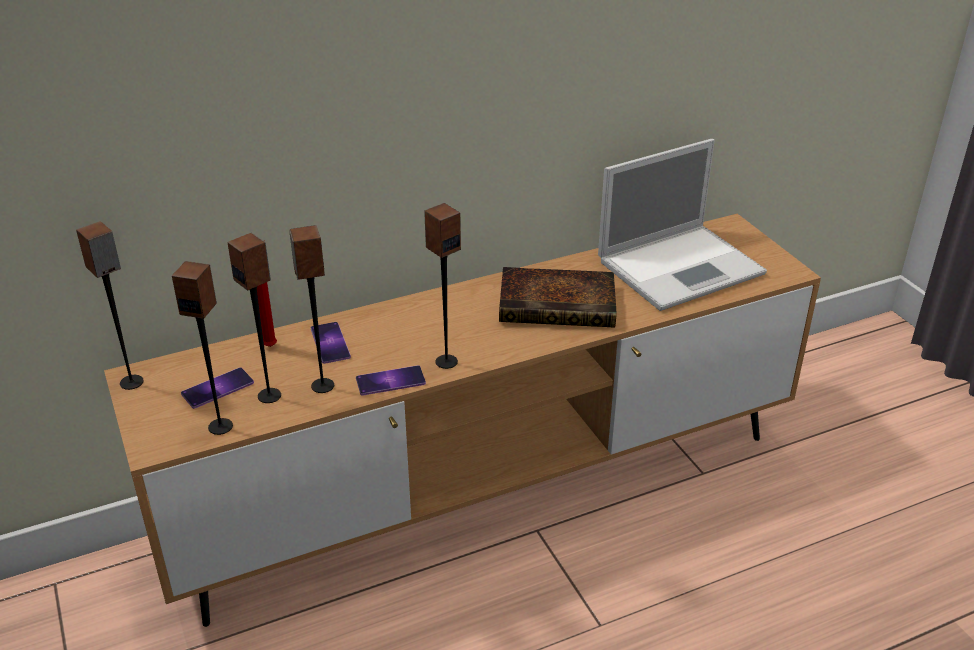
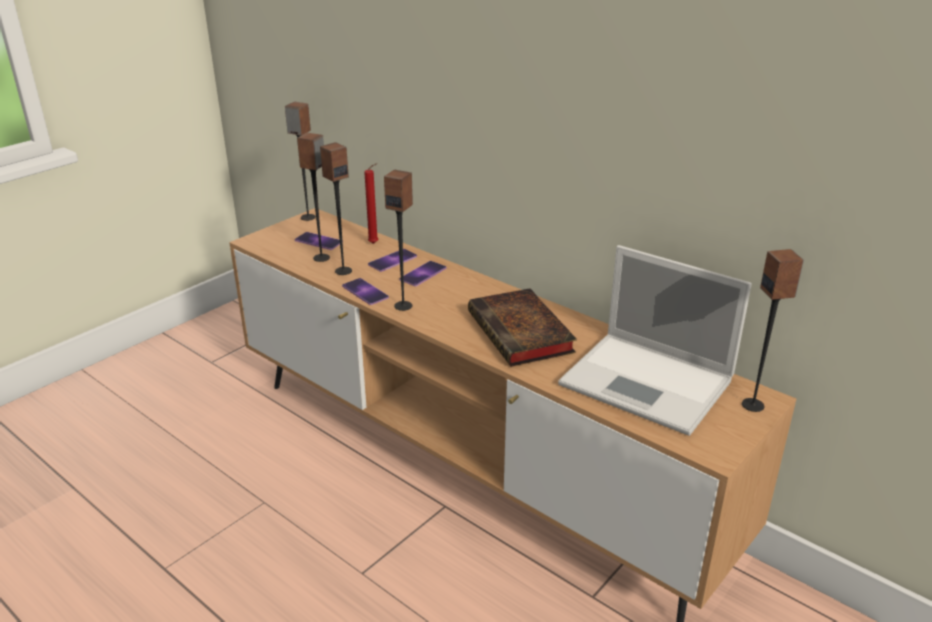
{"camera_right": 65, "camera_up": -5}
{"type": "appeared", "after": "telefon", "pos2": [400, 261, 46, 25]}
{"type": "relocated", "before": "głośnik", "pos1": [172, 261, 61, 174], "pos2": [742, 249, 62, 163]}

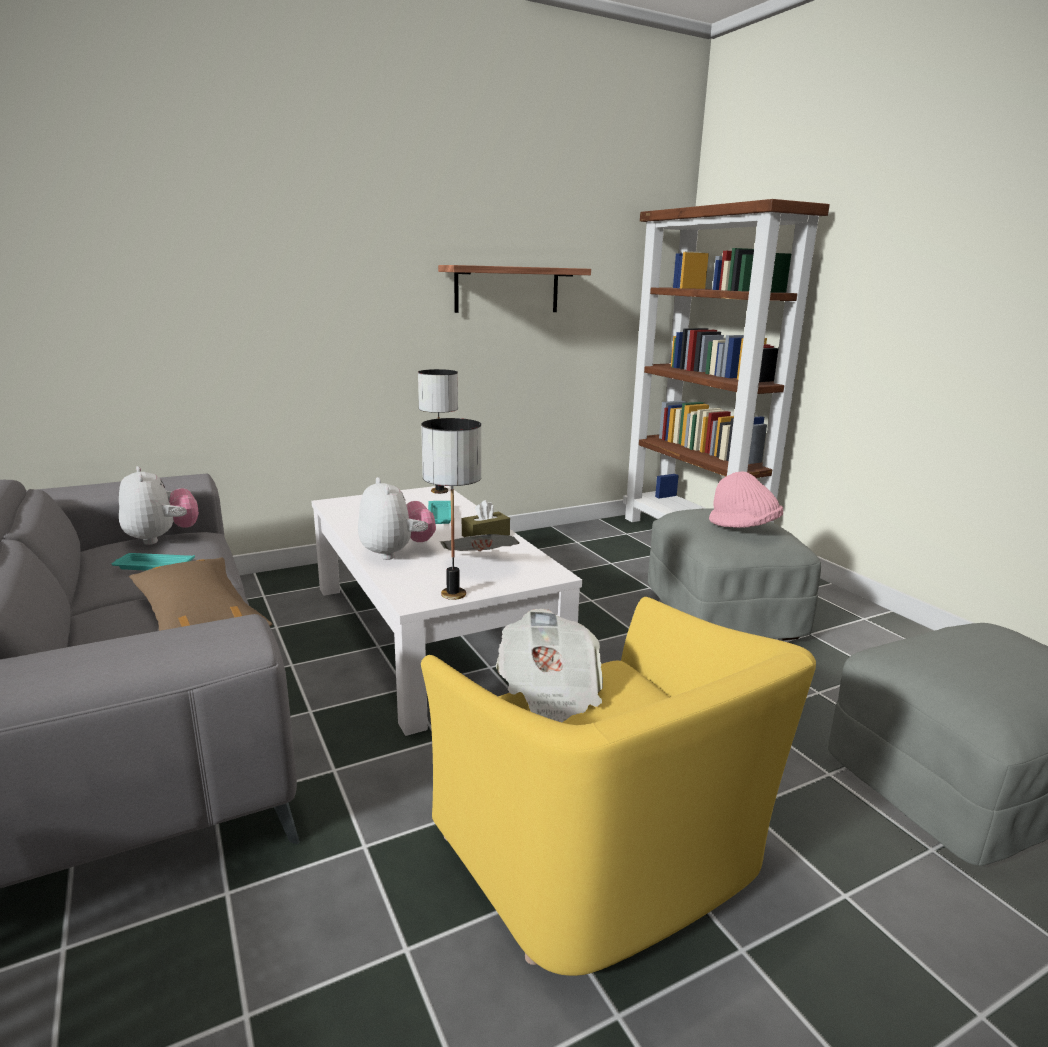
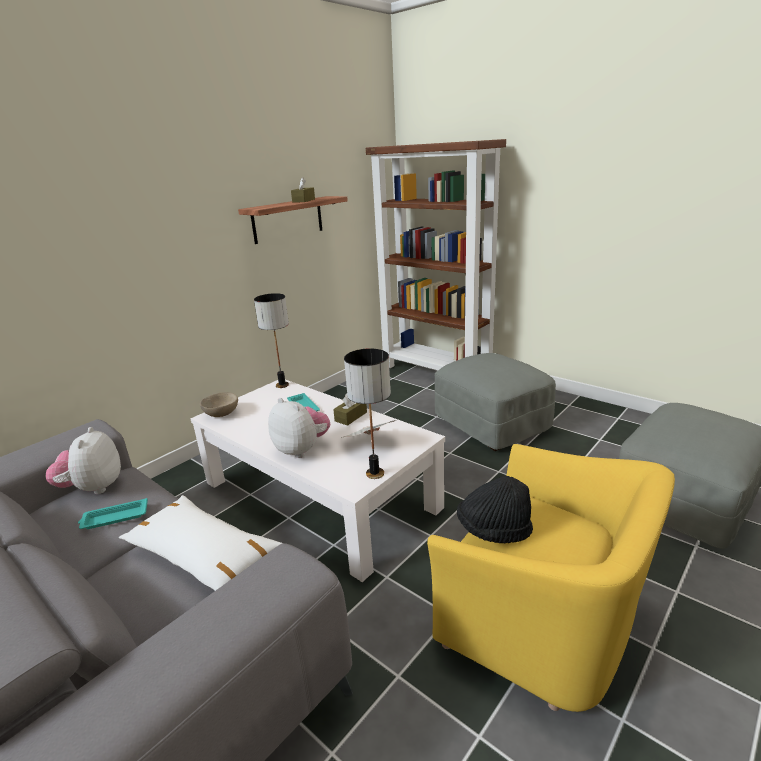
{"camera_right": -20, "camera_up": 5}
{"type": "spun", "before": "pluszak", "pos1": [119, 466, 80, 79], "pos2": [46, 427, 75, 67], "turn": -135}
{"type": "colour", "before": "poduszka (brązowy)", "after": "poduszka (biały)", "pos1": [129, 557, 144, 74], "pos2": [119, 495, 163, 96]}
{"type": "appeared", "after": "miska (beżowy)", "pos2": [200, 392, 38, 25]}
{"type": "appeared", "after": "pudełko chusteczek (brązowy)", "pos2": [291, 177, 24, 26]}
{"type": "exchanged", "before": "gazeta", "after": "kapelusz (czarny)", "pos1": [496, 609, 107, 113], "pos2": [457, 476, 76, 67]}
{"type": "missing", "before": "kapelusz (różowy)", "pos1": [709, 471, 74, 57]}

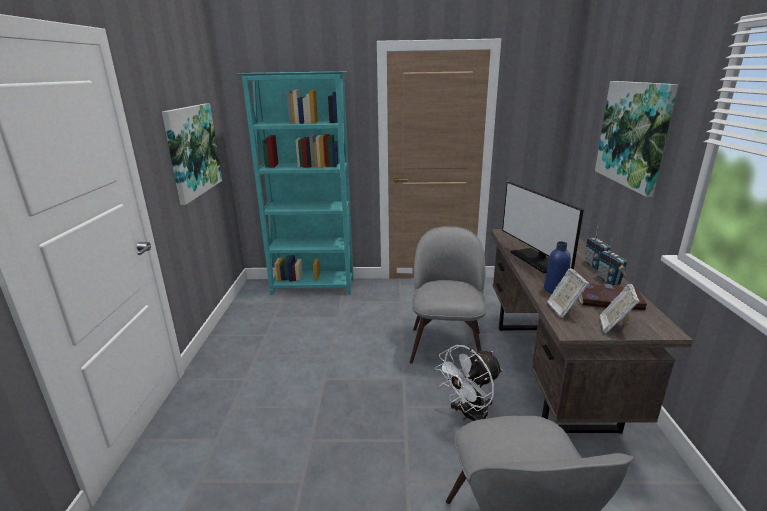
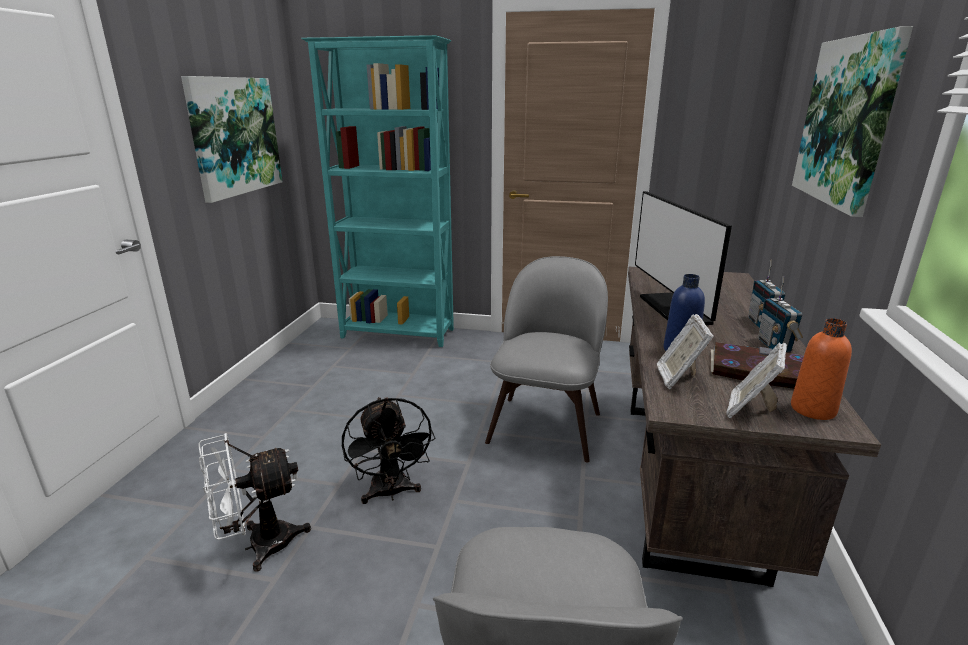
{"camera_right": 10, "camera_up": 0}
{"type": "relocated", "before": "wentylator (biały)", "pos1": [435, 345, 68, 76], "pos2": [199, 433, 112, 139]}
{"type": "appeared", "after": "wentylator (czarny)", "pos2": [342, 397, 93, 107]}
{"type": "appeared", "after": "butelka (pomarańczowy)", "pos2": [791, 318, 61, 102]}

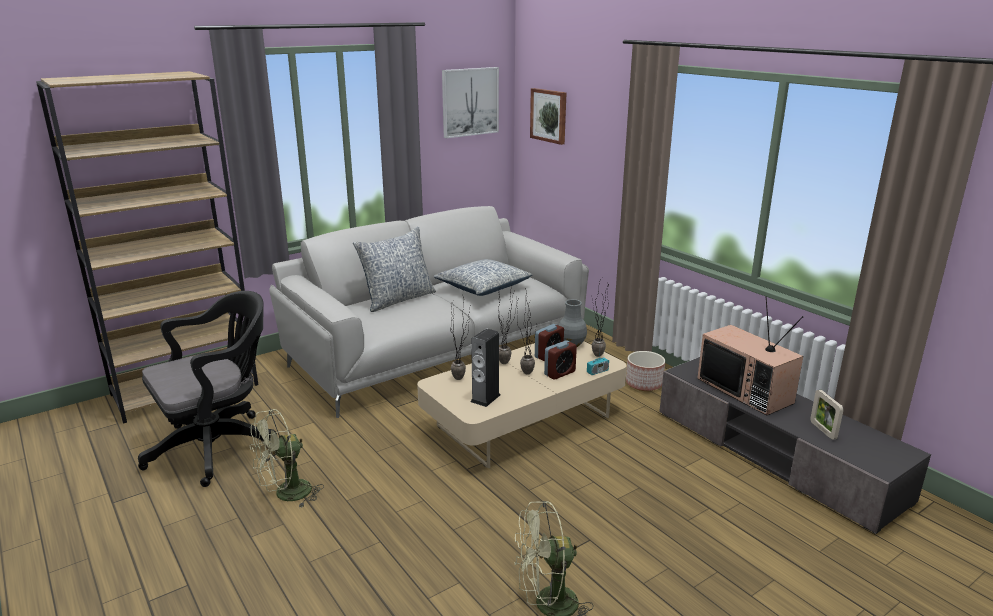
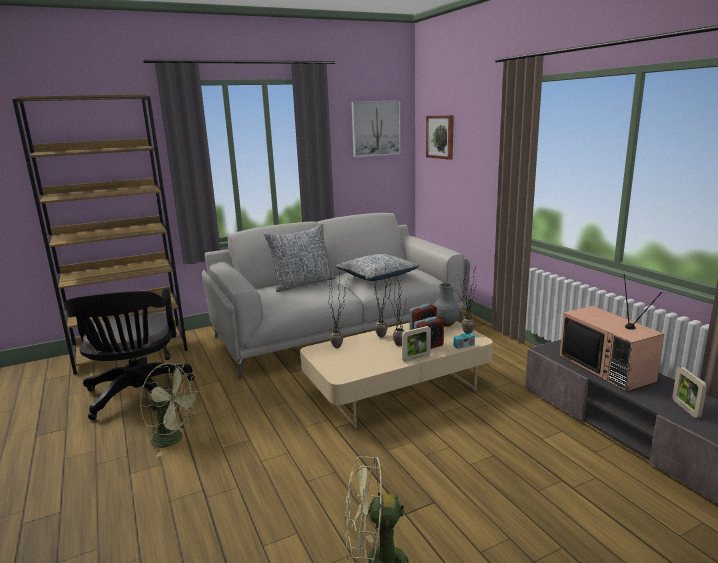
{"camera_right": 10, "camera_up": -5}
{"type": "spun", "before": "krzesło biurowe (czarny)", "pos1": [138, 291, 139, 196], "pos2": [65, 288, 129, 132], "turn": 105}
{"type": "spun", "before": "wentylator (zielony)", "pos1": [250, 409, 74, 99], "pos2": [140, 363, 61, 94], "turn": -135}
{"type": "appeared", "after": "ramka na zdjęcie", "pos2": [402, 326, 29, 36]}
{"type": "missing", "before": "głośnik", "pos1": [471, 329, 29, 78]}
{"type": "missing", "before": "donica", "pos1": [626, 351, 39, 40]}

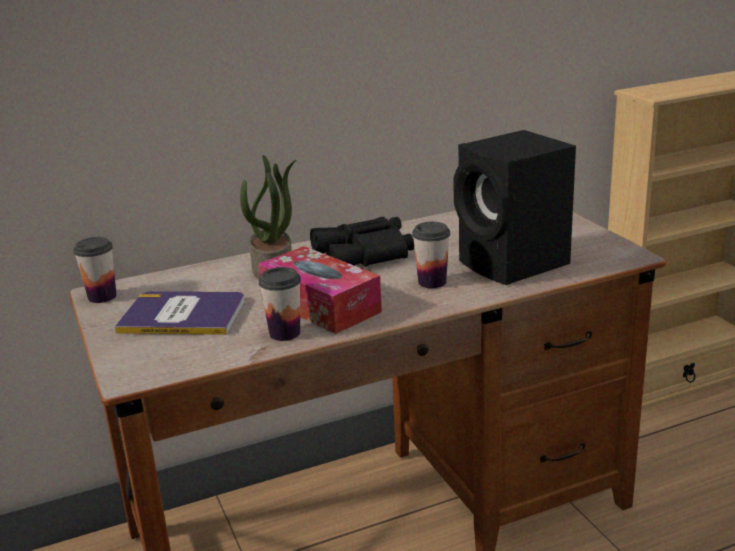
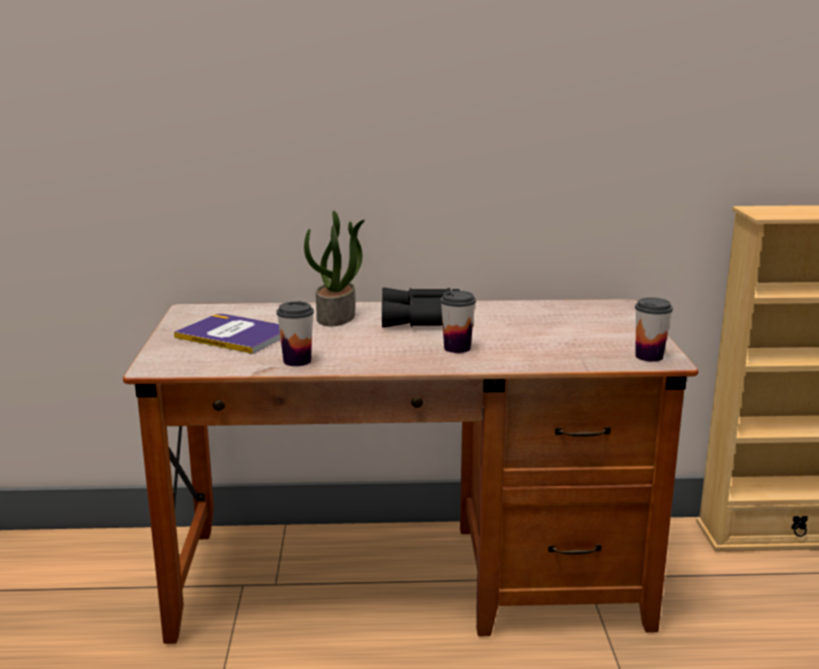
{"camera_right": 20, "camera_up": -5}
{"type": "relocated", "before": "filiżanka", "pos1": [73, 237, 44, 66], "pos2": [635, 298, 38, 64]}
{"type": "missing", "before": "pudełko chusteczek", "pos1": [258, 246, 124, 88]}
{"type": "missing", "before": "głośnik (czarny)", "pos1": [453, 130, 123, 155]}

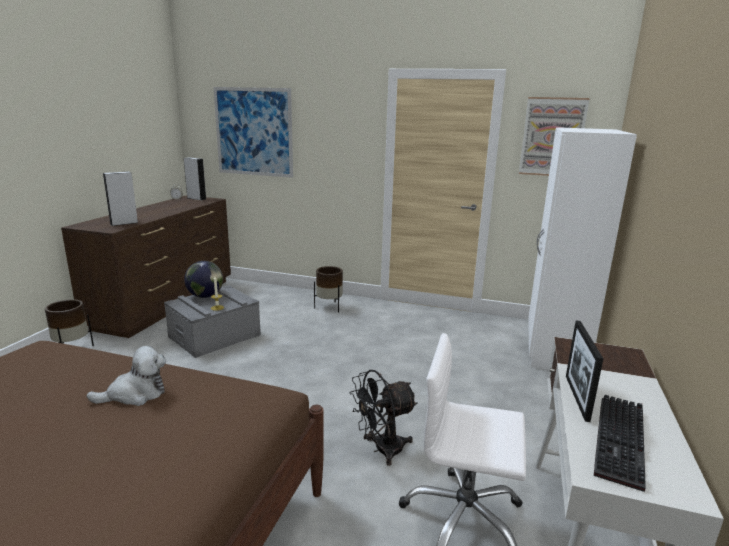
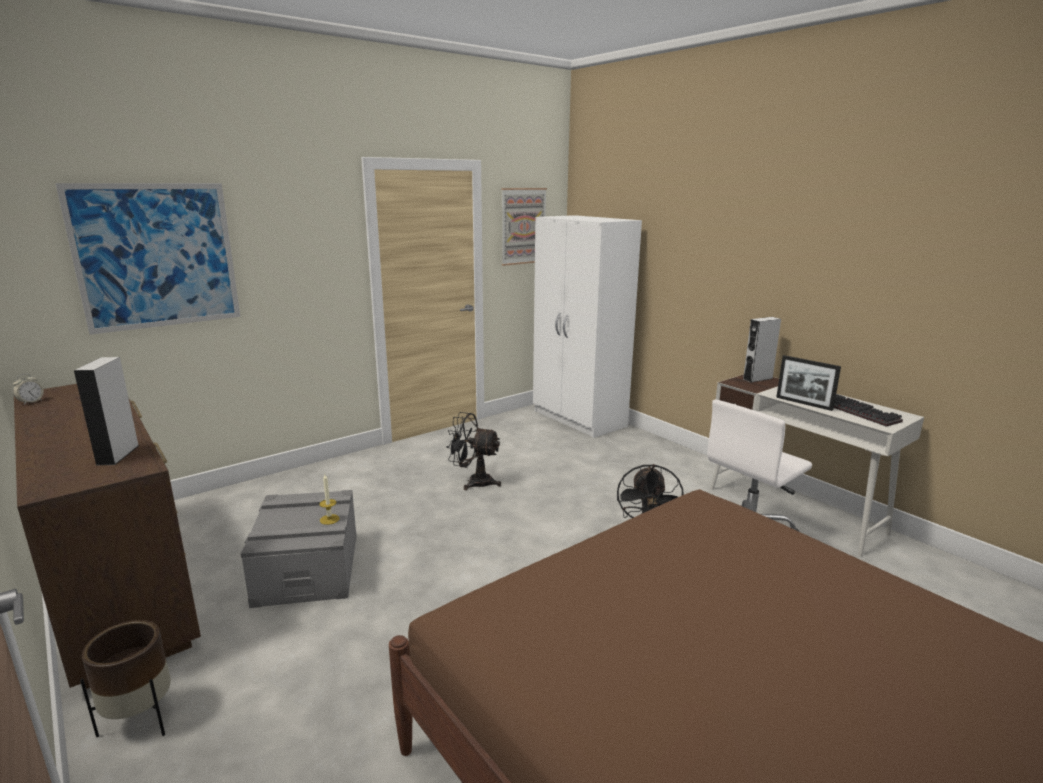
{"camera_right": -55, "camera_up": 0}
{"type": "appeared", "after": "wentylator (czarny)", "pos2": [447, 412, 54, 78]}
{"type": "relocated", "before": "głośnik (szary)", "pos1": [184, 157, 22, 43], "pos2": [743, 317, 38, 66]}
{"type": "missing", "before": "pluszak", "pos1": [86, 346, 80, 60]}
{"type": "missing", "before": "globus", "pos1": [184, 261, 39, 37]}
{"type": "missing", "before": "donica (brązowy)", "pos1": [314, 266, 29, 47]}

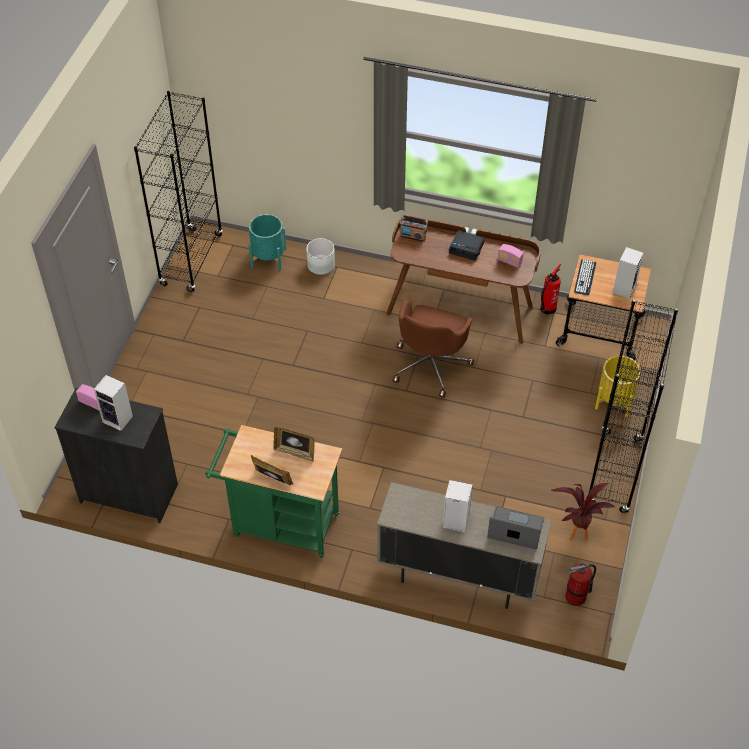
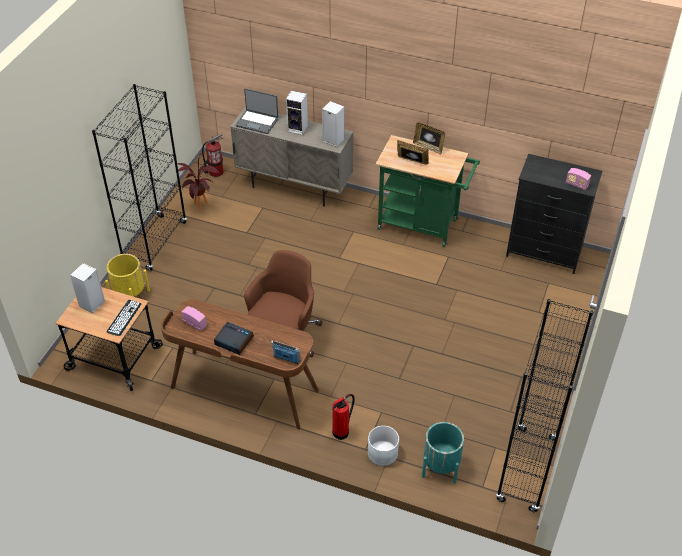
{"camera_right": -175, "camera_up": -5}
{"type": "relocated", "before": "głośnik", "pos1": [94, 375, 39, 56], "pos2": [322, 101, 23, 46]}
{"type": "relocated", "before": "gaśnica", "pos1": [541, 264, 20, 51], "pos2": [332, 394, 23, 46]}

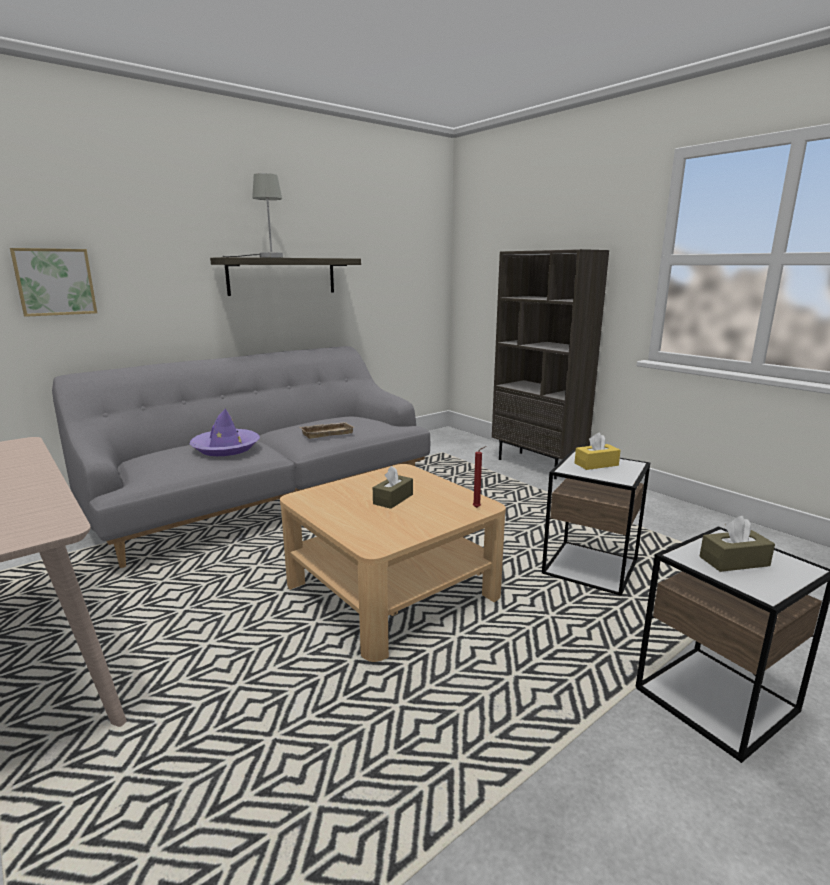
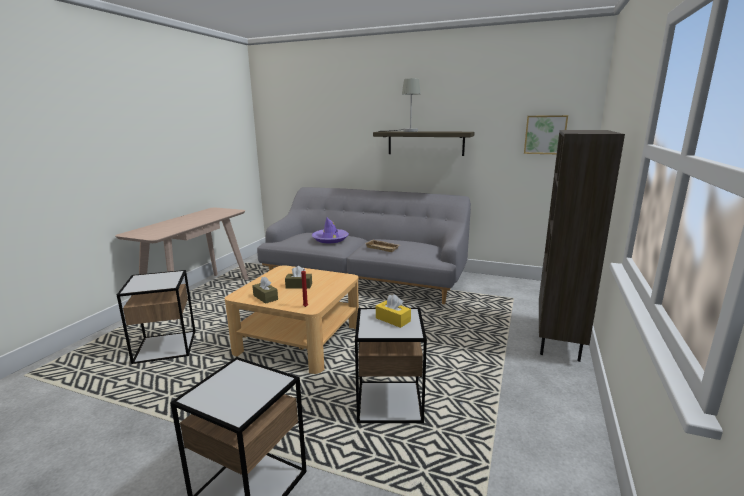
{"camera_right": 60, "camera_up": 0}
{"type": "appeared", "after": "stolik", "pos2": [117, 270, 78, 94]}
{"type": "relocated", "before": "pudełko chusteczek (brązowy)", "pos1": [699, 516, 76, 56], "pos2": [252, 276, 26, 28]}
{"type": "relocated", "before": "obraz", "pos1": [10, 248, 87, 69], "pos2": [524, 115, 44, 39]}

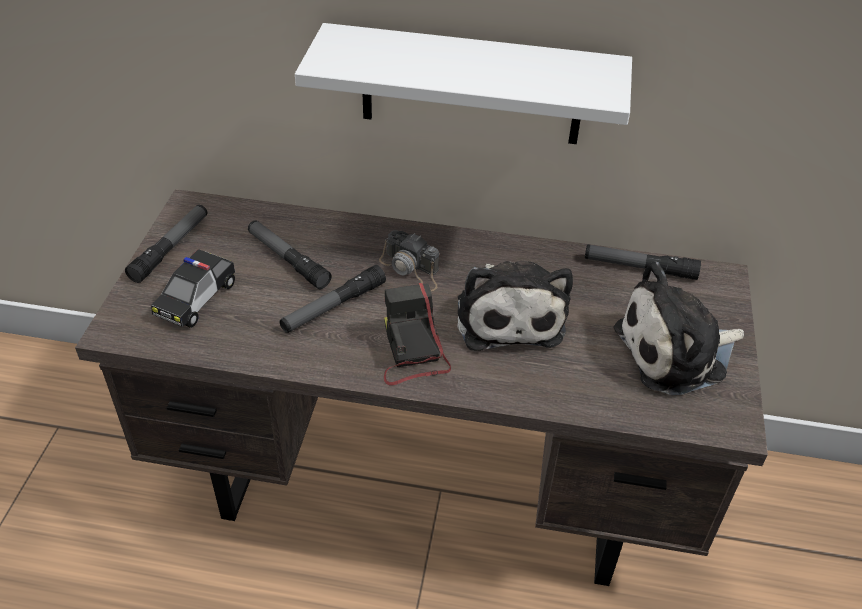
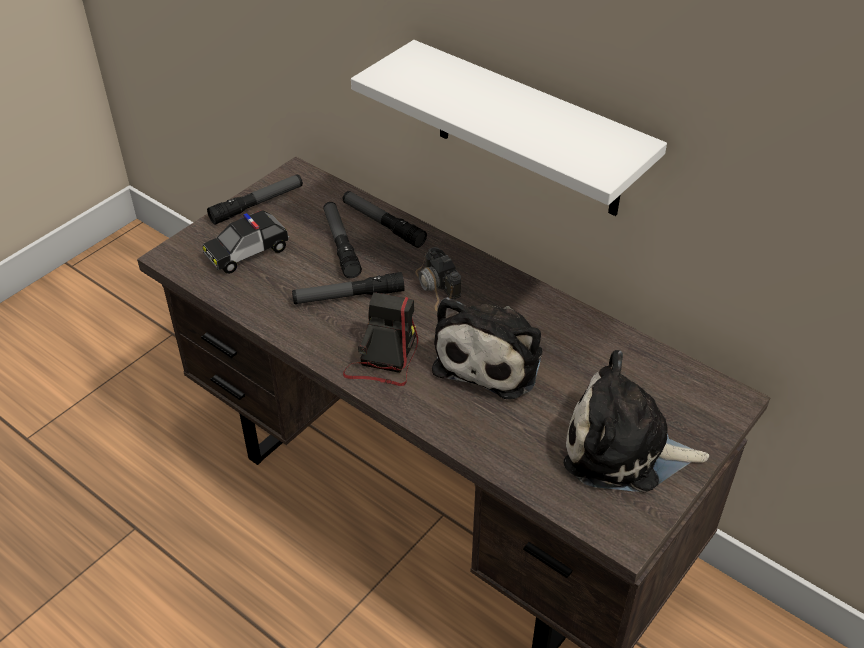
{"camera_right": 30, "camera_up": 0}
{"type": "relocated", "before": "latarka", "pos1": [585, 244, 116, 36], "pos2": [343, 191, 84, 57]}

